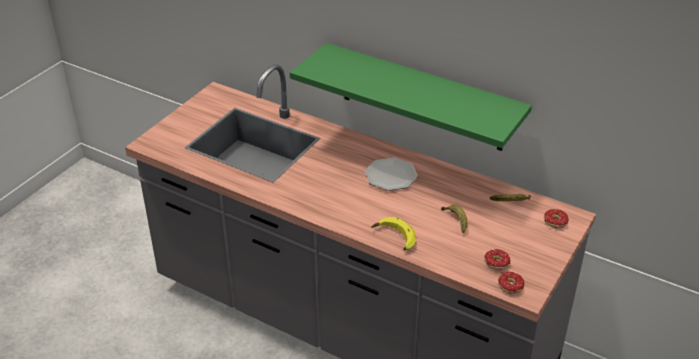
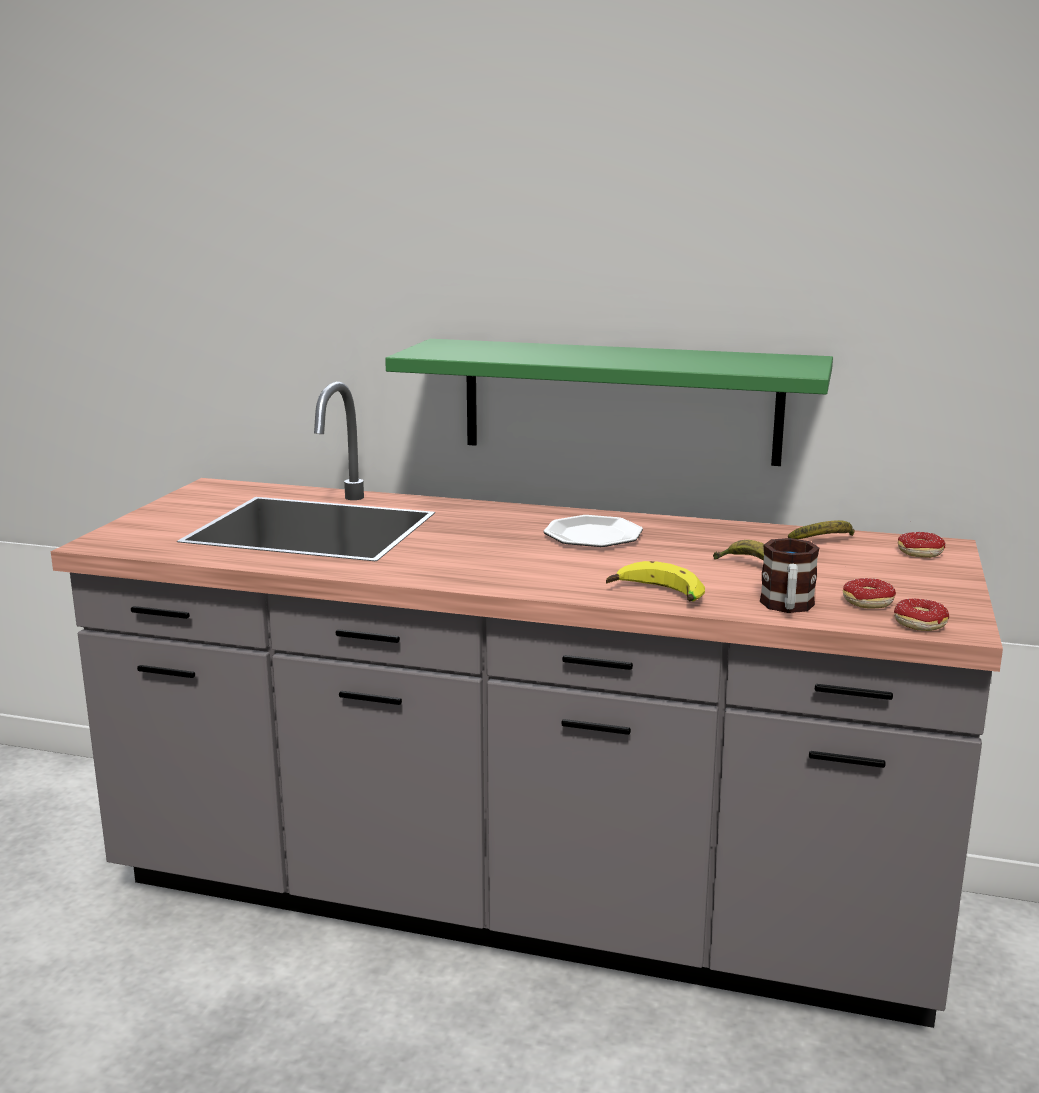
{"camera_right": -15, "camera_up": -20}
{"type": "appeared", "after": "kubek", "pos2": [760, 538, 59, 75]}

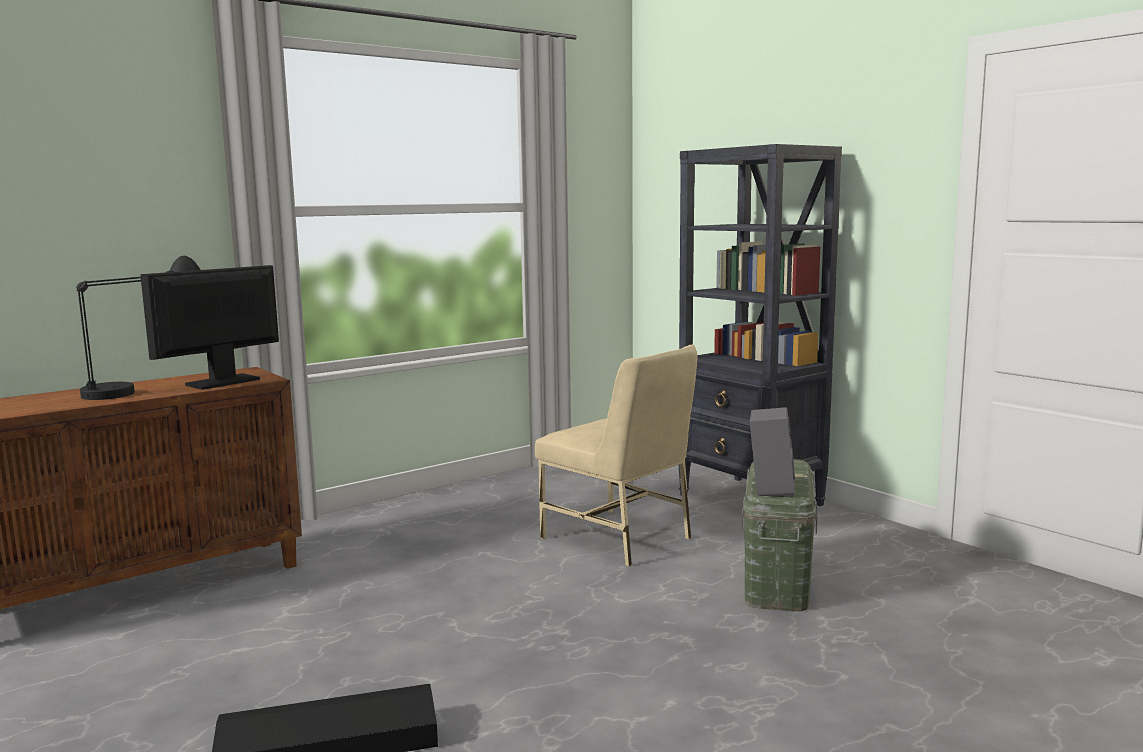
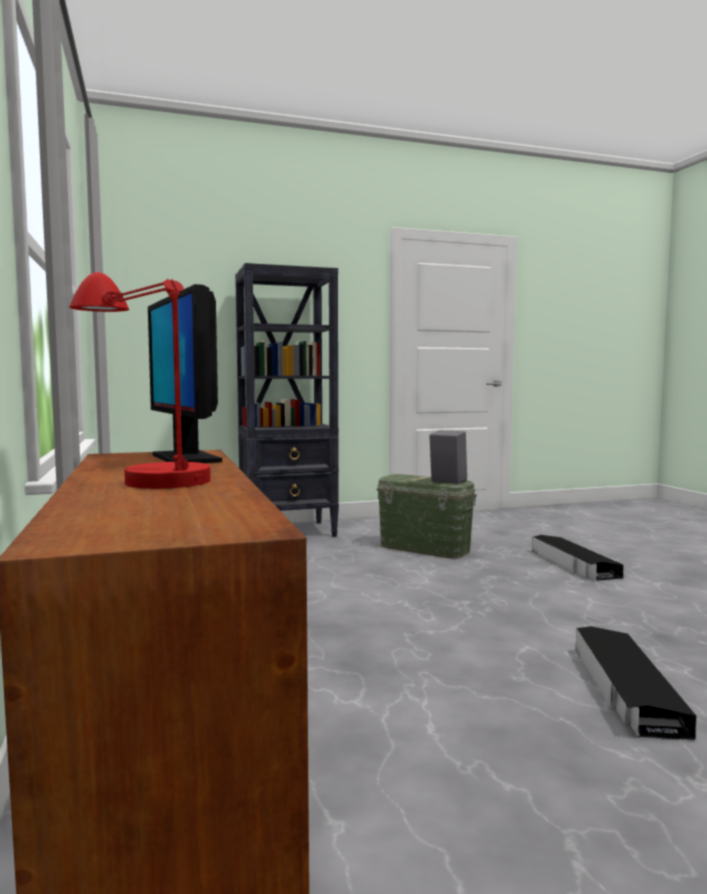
{"camera_right": -70, "camera_up": -5}
{"type": "colour", "before": "lampa stołowa (czarny)", "after": "lampa stołowa (czerwony)", "pos1": [76, 256, 124, 144], "pos2": [69, 272, 142, 217]}
{"type": "appeared", "after": "pojemnik do przechowywania (czarny)", "pos2": [532, 535, 92, 46]}
{"type": "missing", "before": "krzesło (beżowy)", "pos1": [535, 344, 162, 223]}

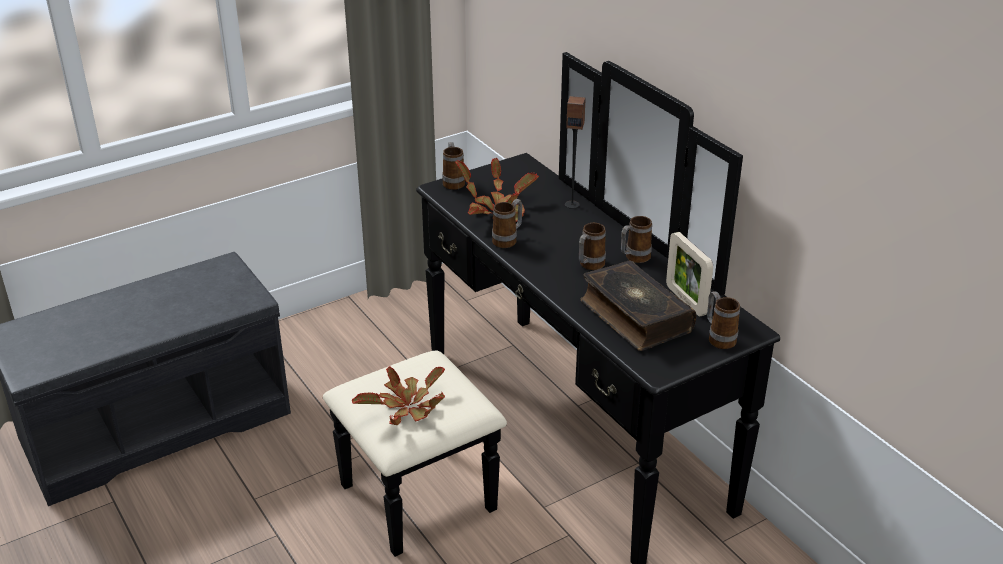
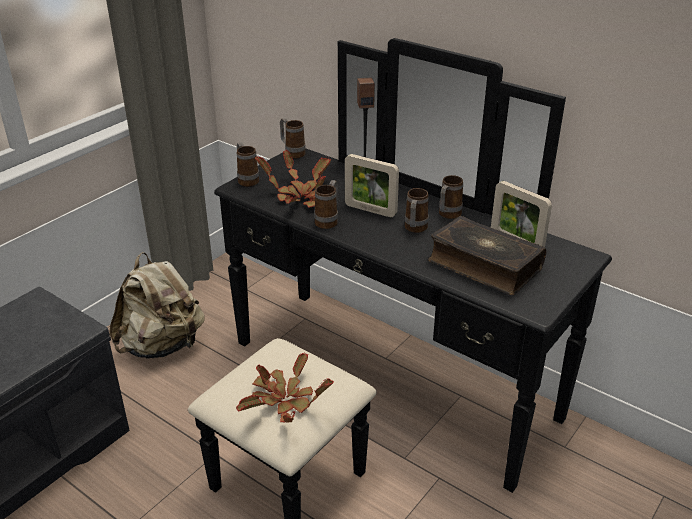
{"camera_right": -20, "camera_up": 0}
{"type": "appeared", "after": "plecak (beżowy)", "pos2": [109, 252, 96, 107]}
{"type": "relocated", "before": "kubek", "pos1": [707, 291, 33, 58], "pos2": [280, 118, 26, 41]}
{"type": "appeared", "after": "ramka na zdjęcie", "pos2": [345, 154, 54, 63]}

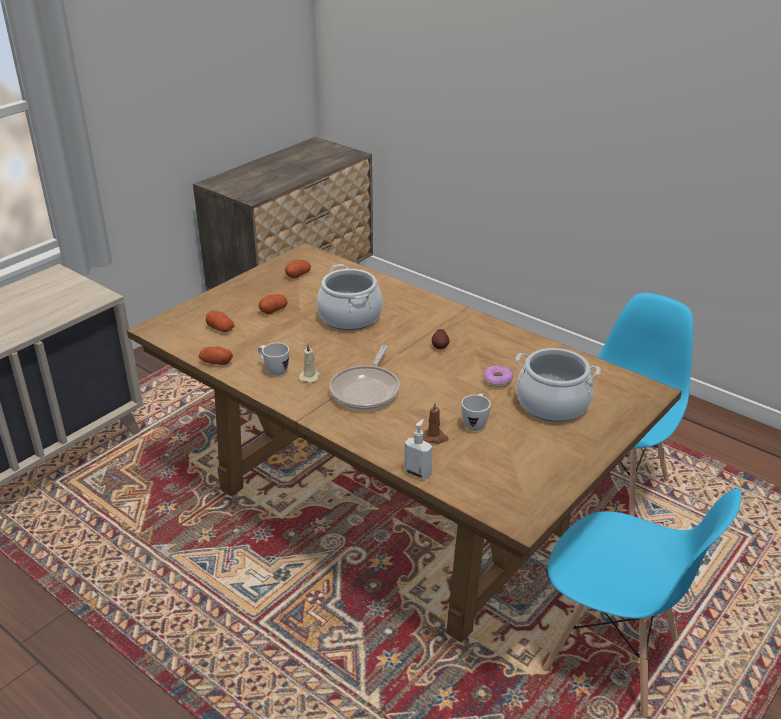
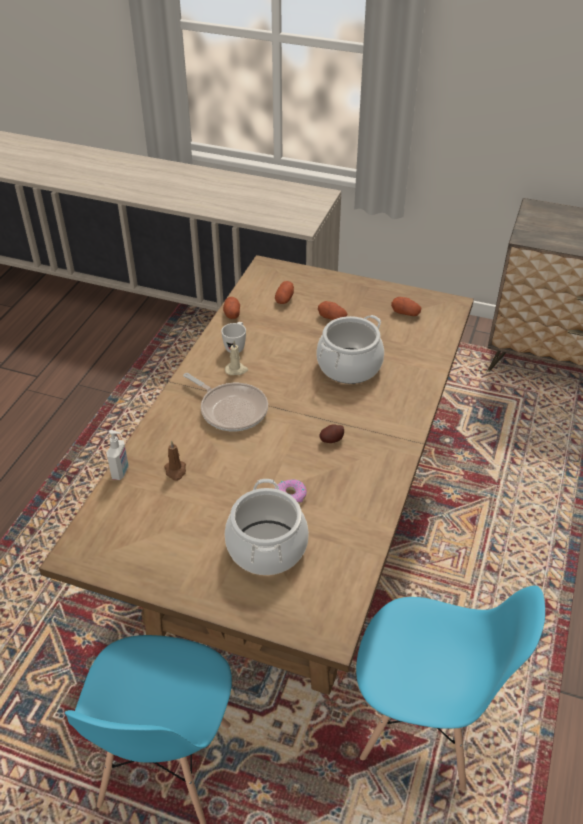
{"camera_right": 70, "camera_up": 10}
{"type": "spun", "before": "patelnia", "pos1": [330, 345, 70, 65], "pos2": [183, 373, 85, 59], "turn": -135}
{"type": "missing", "before": "kubek (biały)", "pos1": [461, 394, 30, 37]}

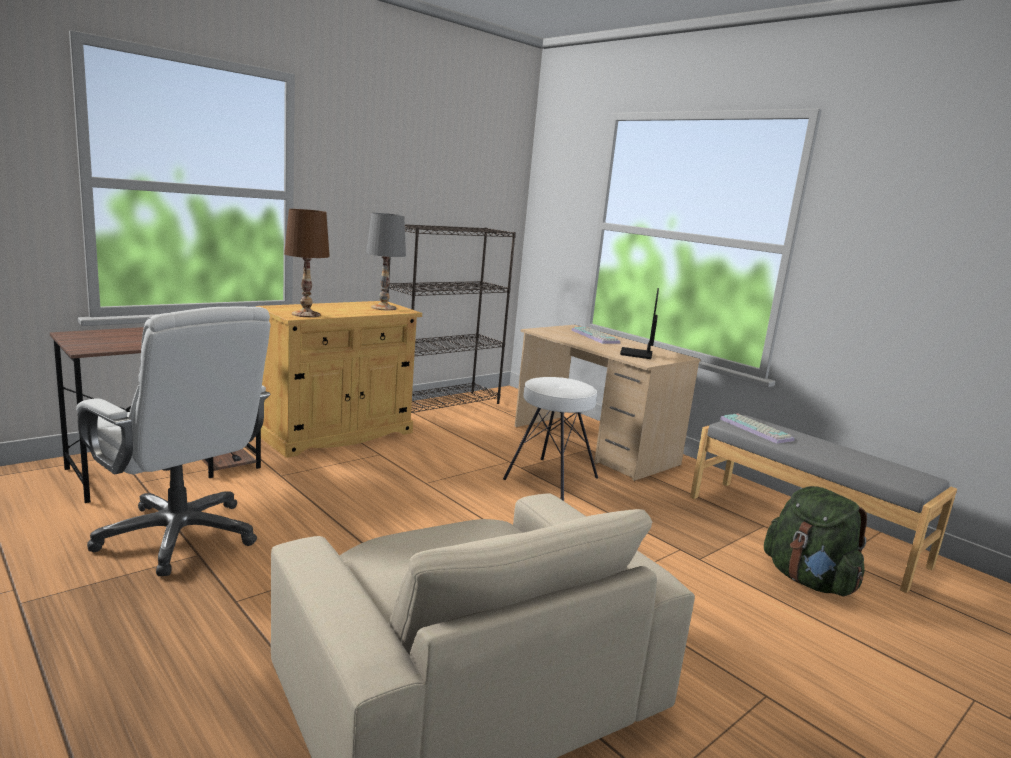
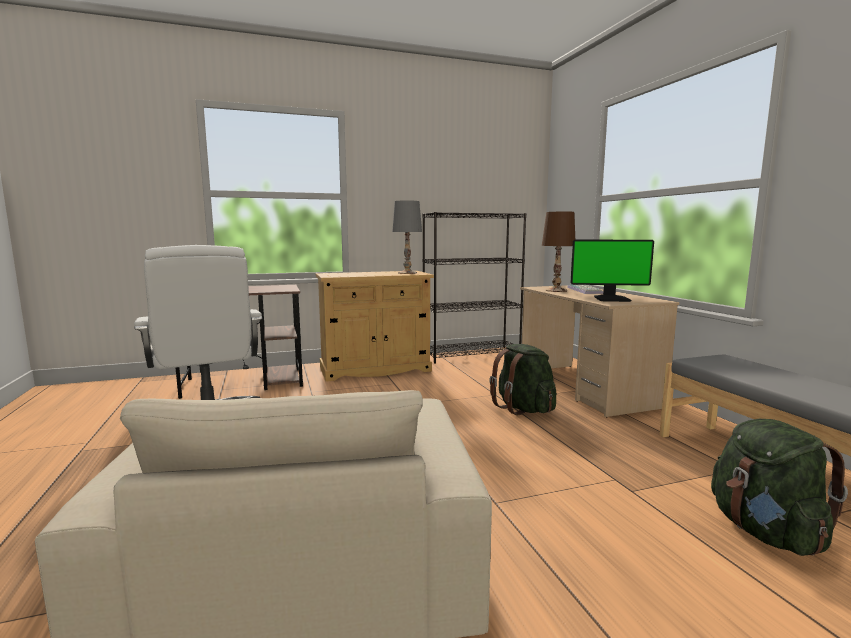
{"camera_right": 25, "camera_up": -5}
{"type": "exchanged", "before": "stołek (biały)", "after": "plecak (zielony)", "pos1": [503, 377, 95, 124], "pos2": [489, 344, 67, 71]}
{"type": "relocated", "before": "lampa stołowa (brązowy)", "pos1": [284, 209, 46, 108], "pos2": [542, 212, 33, 80]}
{"type": "spun", "before": "monitor", "pos1": [620, 288, 39, 71], "pos2": [571, 240, 83, 62], "turn": -120}
{"type": "missing", "before": "klawiatura", "pos1": [720, 413, 75, 31]}

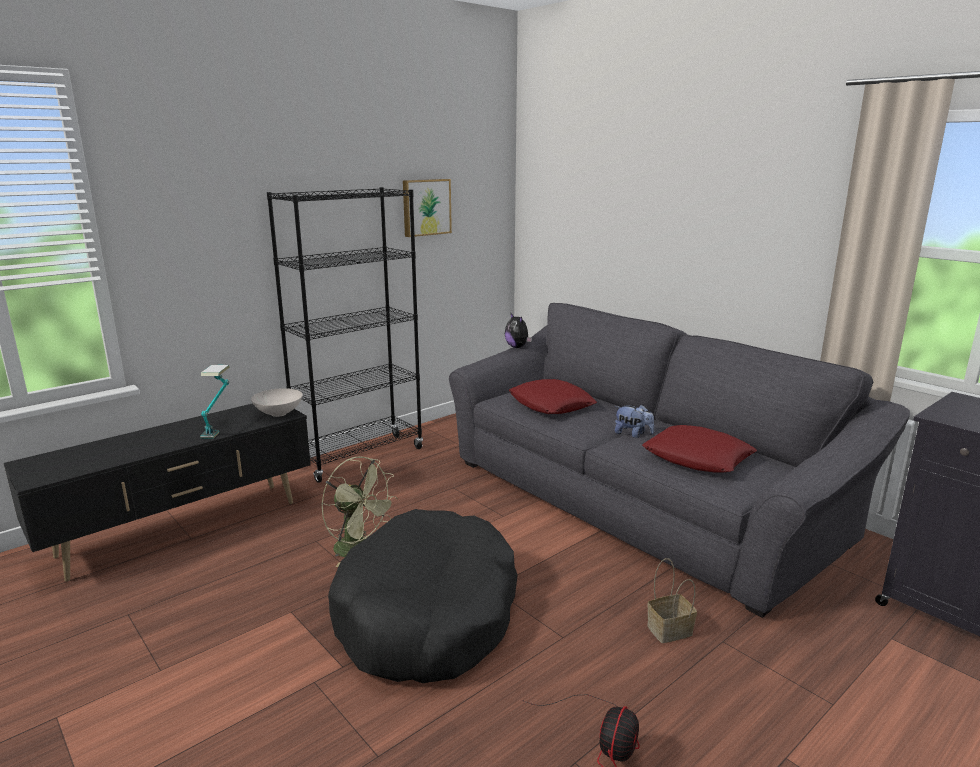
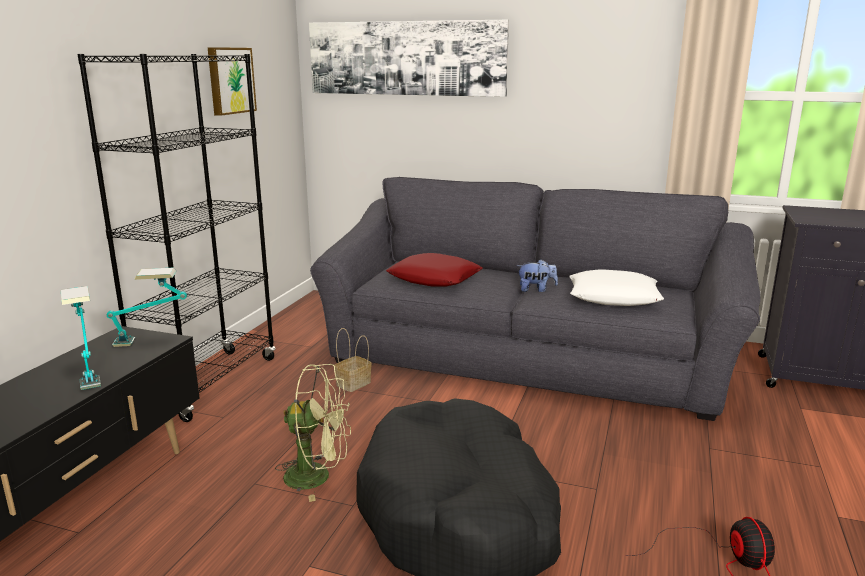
{"camera_right": -30, "camera_up": 0}
{"type": "exchanged", "before": "miska (biały)", "after": "lampa stołowa", "pos1": [251, 388, 52, 29], "pos2": [107, 267, 80, 80]}
{"type": "appeared", "after": "obraz", "pos2": [309, 20, 200, 77]}
{"type": "relocated", "before": "koszyk", "pos1": [647, 558, 50, 85], "pos2": [334, 328, 38, 64]}
{"type": "colour", "before": "poduszka (czerwony)", "after": "poduszka (biały)", "pos1": [642, 425, 115, 48], "pos2": [569, 269, 95, 37]}
{"type": "missing", "before": "pluszak", "pos1": [505, 312, 27, 36]}

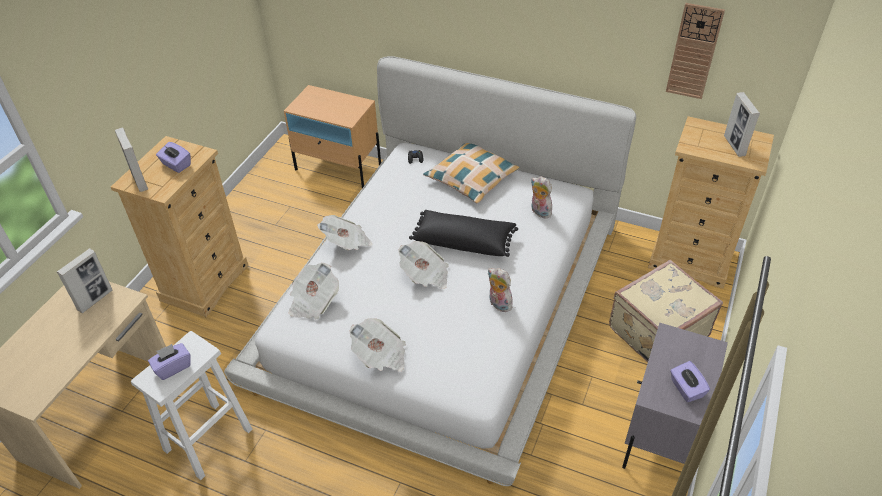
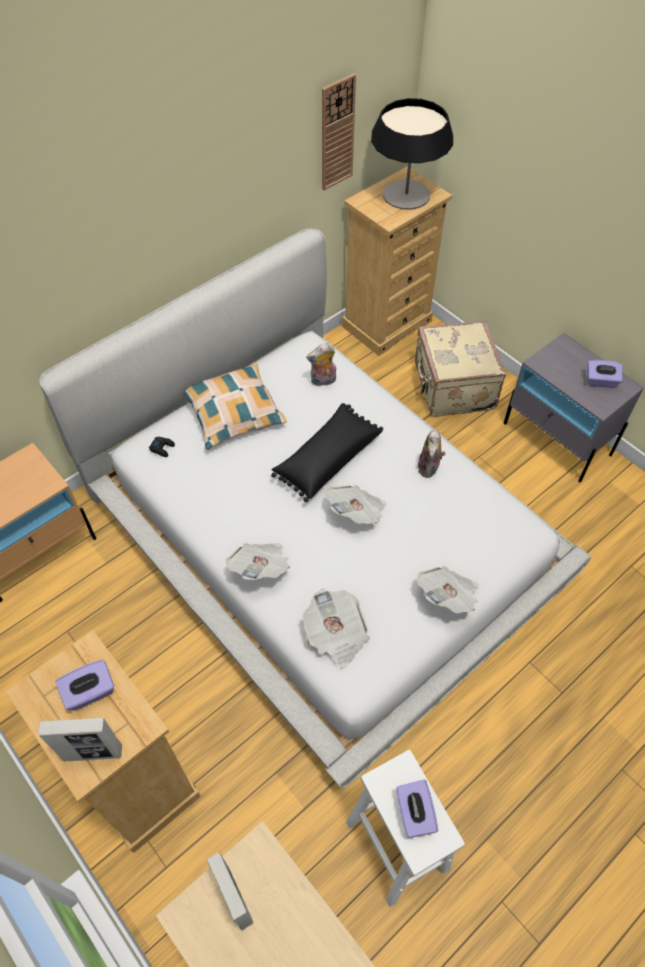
{"camera_right": -65, "camera_up": 10}
{"type": "exchanged", "before": "ramka na zdjęcie", "after": "lampa stołowa", "pos1": [724, 92, 36, 65], "pos2": [371, 98, 82, 112]}
{"type": "spun", "before": "pluszak", "pos1": [488, 268, 25, 44], "pos2": [417, 429, 29, 49], "turn": -60}

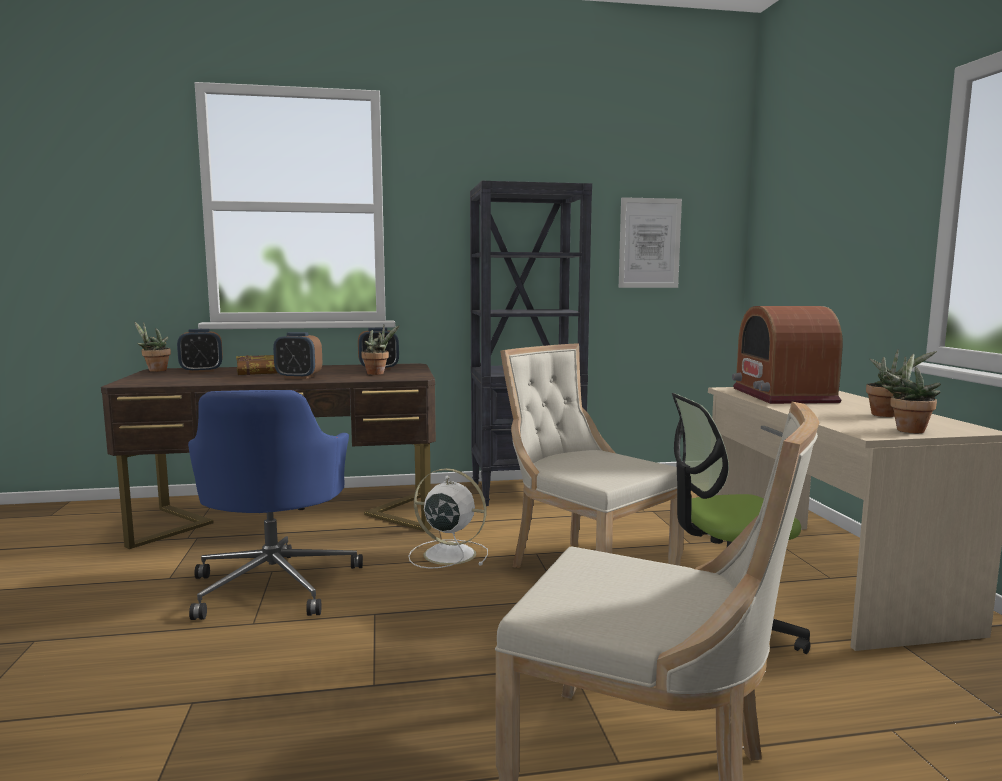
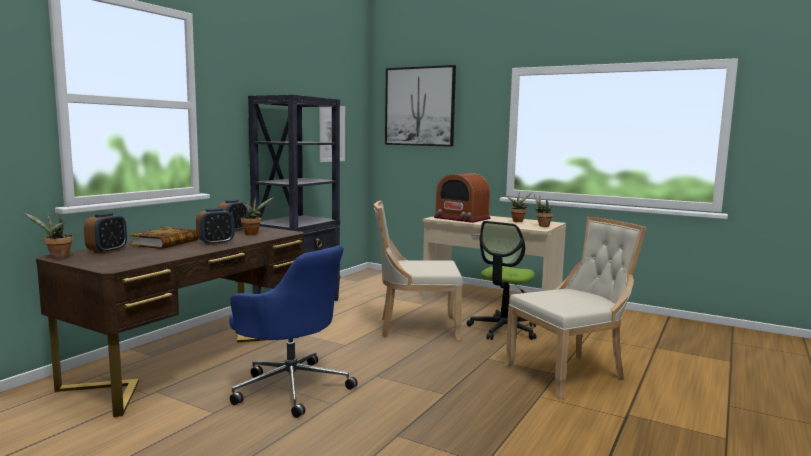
{"camera_right": -50, "camera_up": 0}
{"type": "appeared", "after": "obraz", "pos2": [385, 65, 71, 82]}
{"type": "missing", "before": "wentylator (biały)", "pos1": [409, 468, 79, 101]}

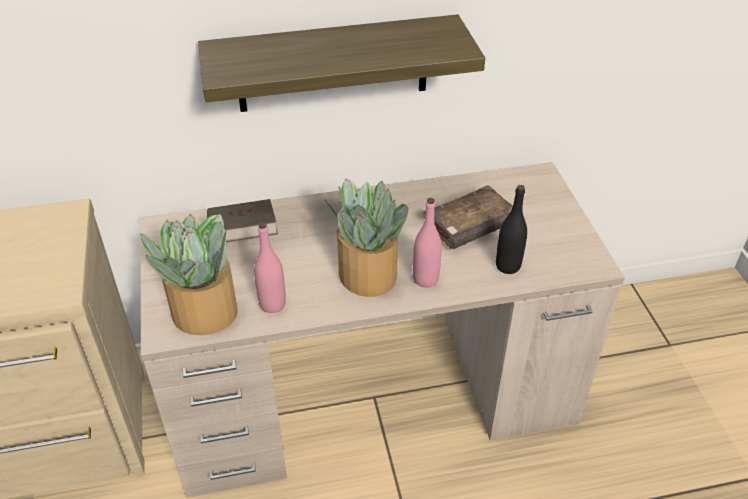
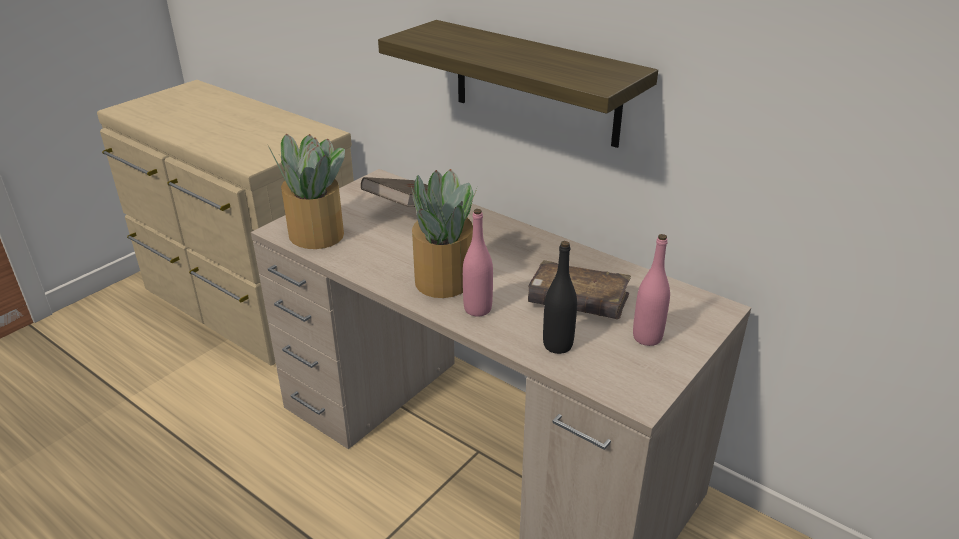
{"camera_right": 50, "camera_up": -10}
{"type": "relocated", "before": "butelka (różowy)", "pos1": [254, 222, 32, 91], "pos2": [633, 234, 37, 112]}

